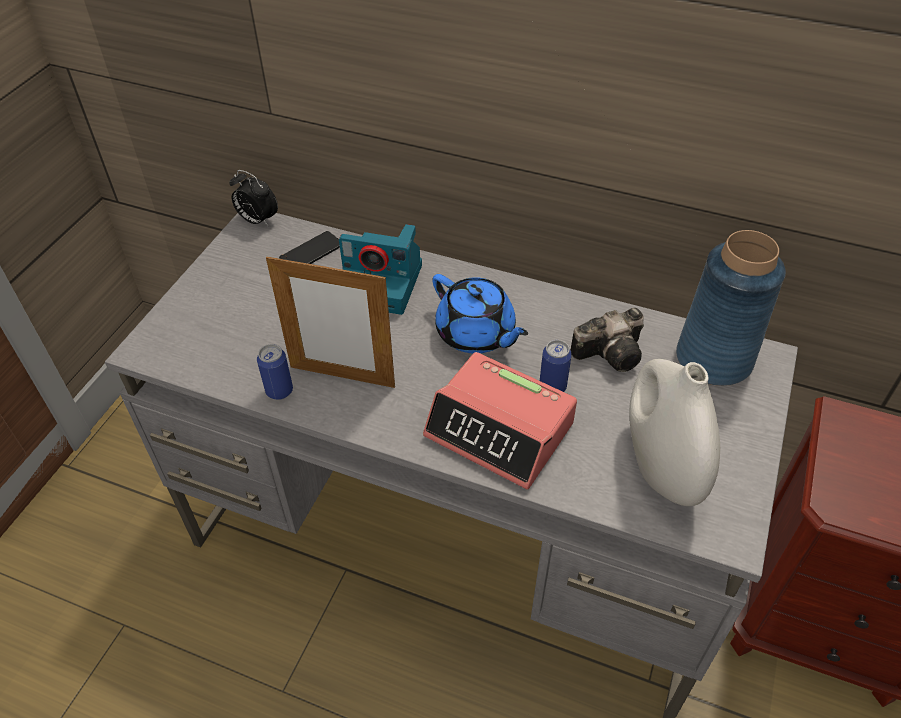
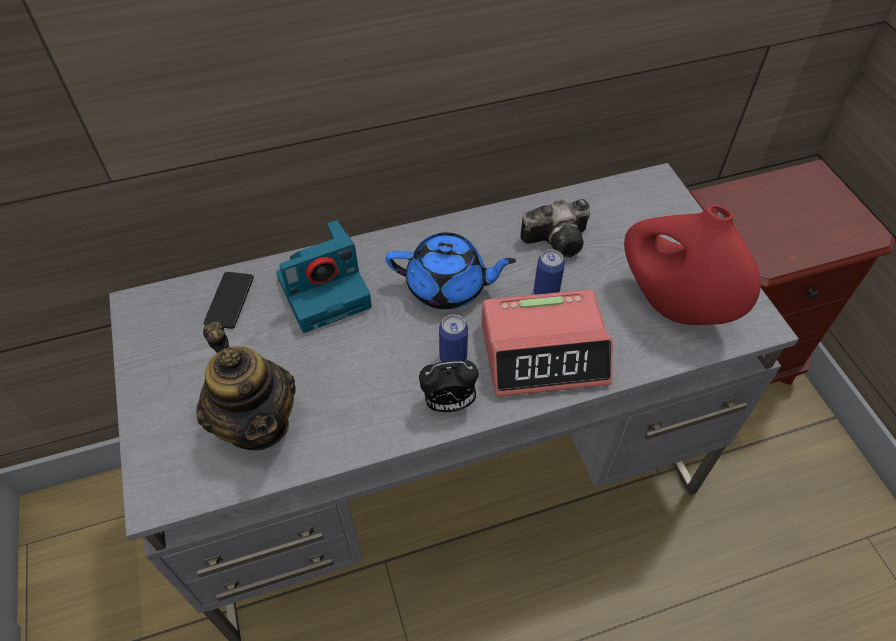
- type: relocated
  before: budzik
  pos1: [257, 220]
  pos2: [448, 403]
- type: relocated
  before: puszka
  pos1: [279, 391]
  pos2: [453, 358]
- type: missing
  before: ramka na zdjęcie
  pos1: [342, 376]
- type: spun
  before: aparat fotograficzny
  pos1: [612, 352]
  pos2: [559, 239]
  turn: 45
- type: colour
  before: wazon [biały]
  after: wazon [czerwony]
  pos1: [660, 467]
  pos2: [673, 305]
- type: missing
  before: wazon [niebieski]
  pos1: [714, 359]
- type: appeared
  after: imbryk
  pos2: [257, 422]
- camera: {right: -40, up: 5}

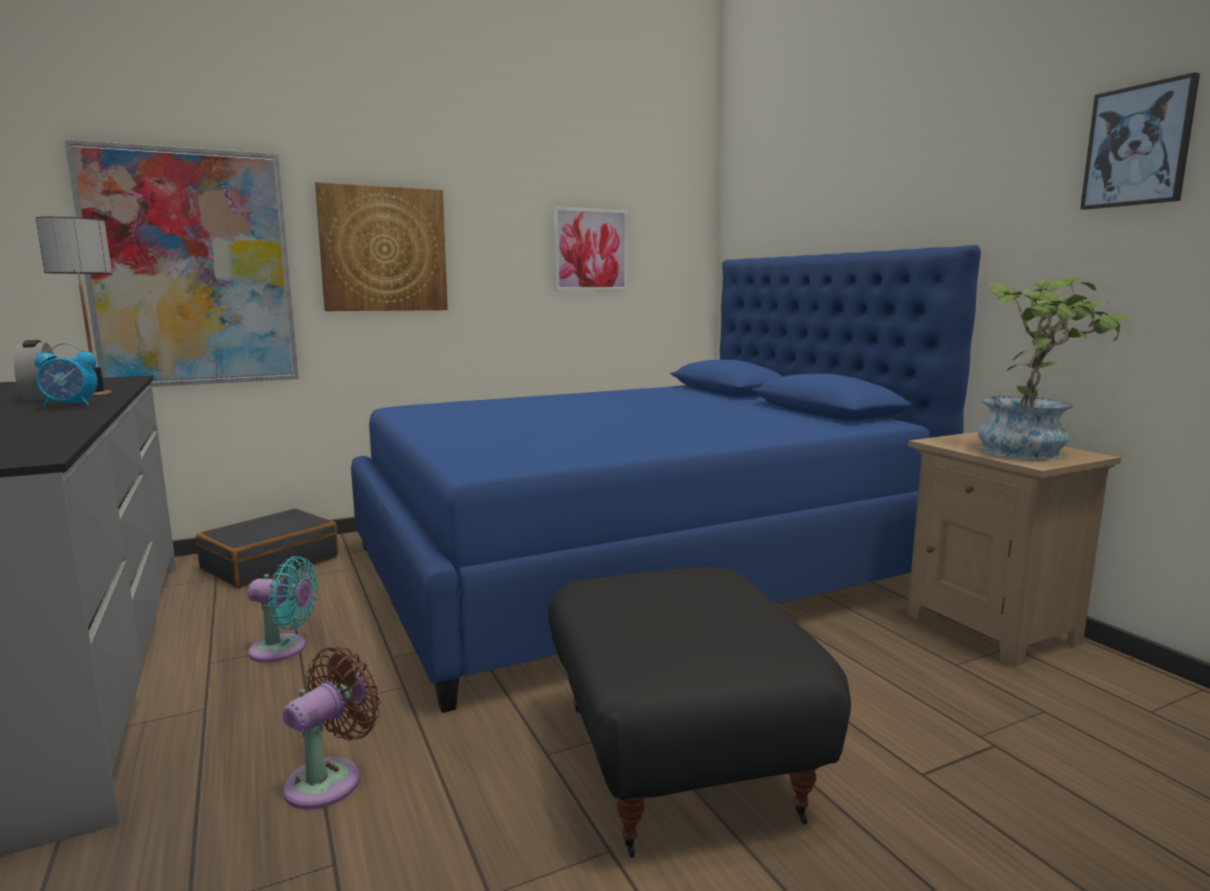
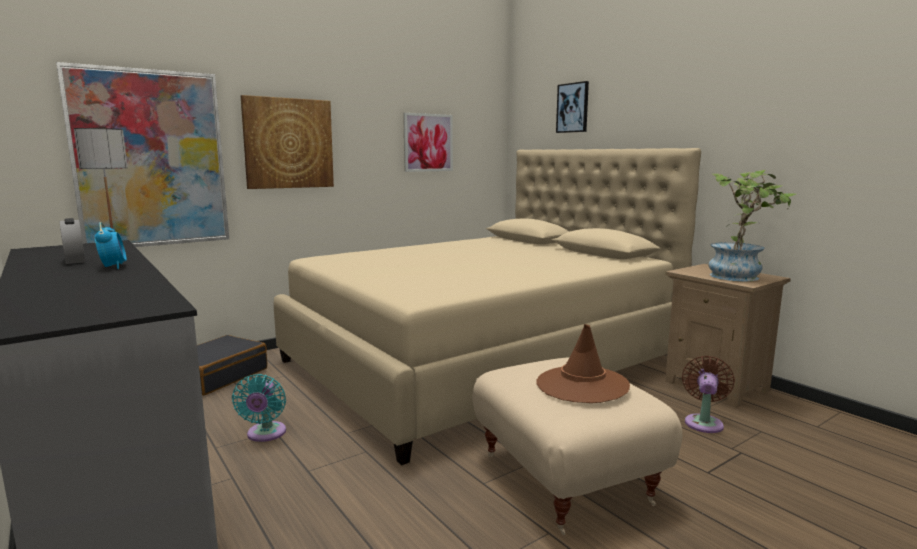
- type: spun
  before: budzik
  pos1: [70, 405]
  pos2: [113, 267]
  turn: -90
- type: spun
  before: wentylator [turkusowy]
  pos1: [283, 649]
  pos2: [265, 434]
  turn: 90
- type: relocated
  before: wentylator [brązowy]
  pos1: [330, 779]
  pos2: [704, 422]
- type: colour
  before: łóżko [niebieski]
  after: łóżko [beżowy]
  pos1: [632, 566]
  pos2: [480, 362]
- type: colour
  before: pufa [czarny]
  after: pufa [beżowy]
  pos1: [682, 759]
  pos2: [568, 478]
- type: relocated
  before: obraz
  pos1: [1138, 146]
  pos2: [573, 108]
- type: appeared
  after: kapelusz [brązowy]
  pos2: [582, 385]
- camera: {right: -10, up: 0}

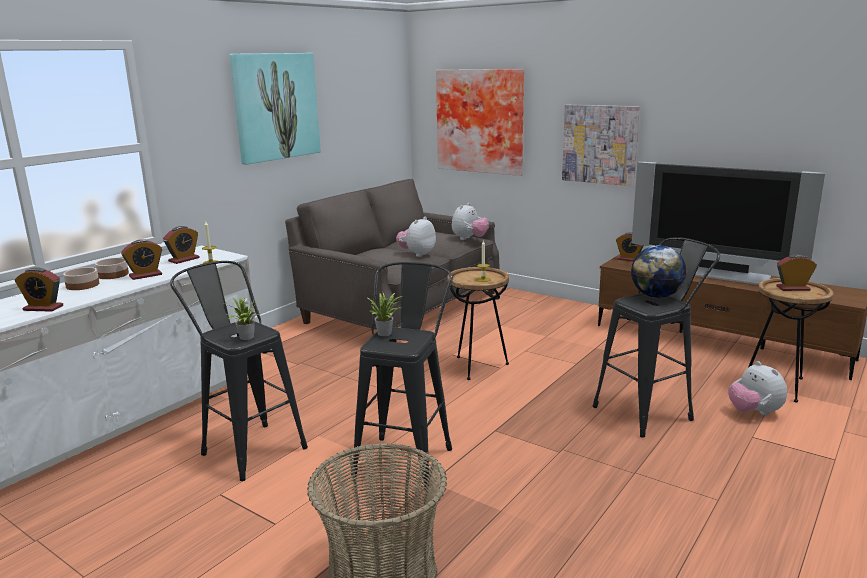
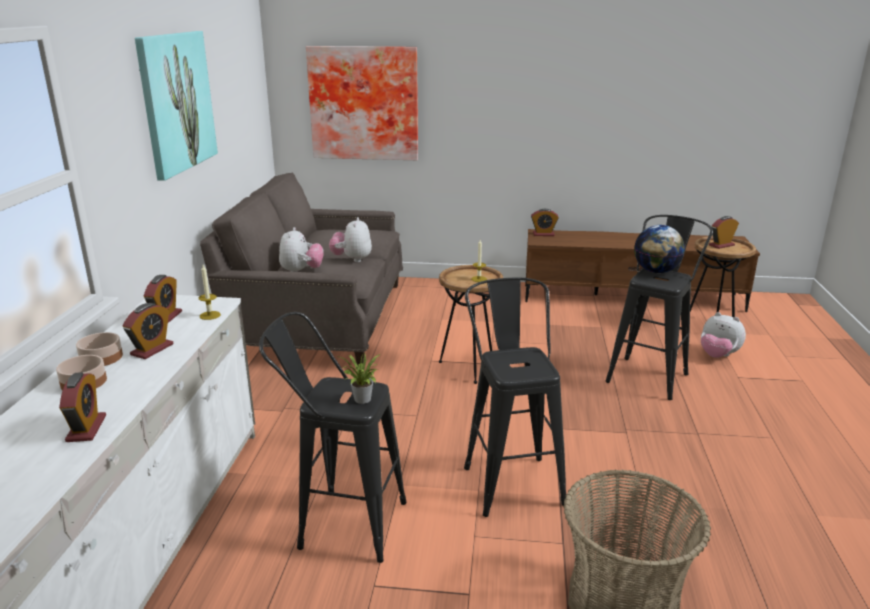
- type: spun
  before: budzik
  pos1: [43, 308]
  pos2: [86, 428]
  turn: -75
- type: missing
  before: roślina doniczkowa
  pos1: [386, 333]
- type: relocated
  before: pluszak
  pos1: [469, 239]
  pos2: [301, 271]
- type: missing
  before: obraz
  pos1: [600, 144]
- type: missing
  before: telewizor
  pos1: [715, 274]
- camera: {right: -30, up: 5}

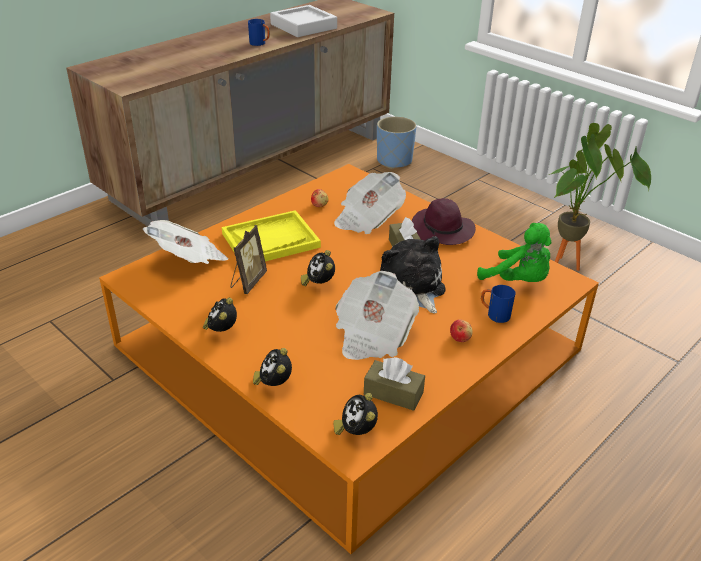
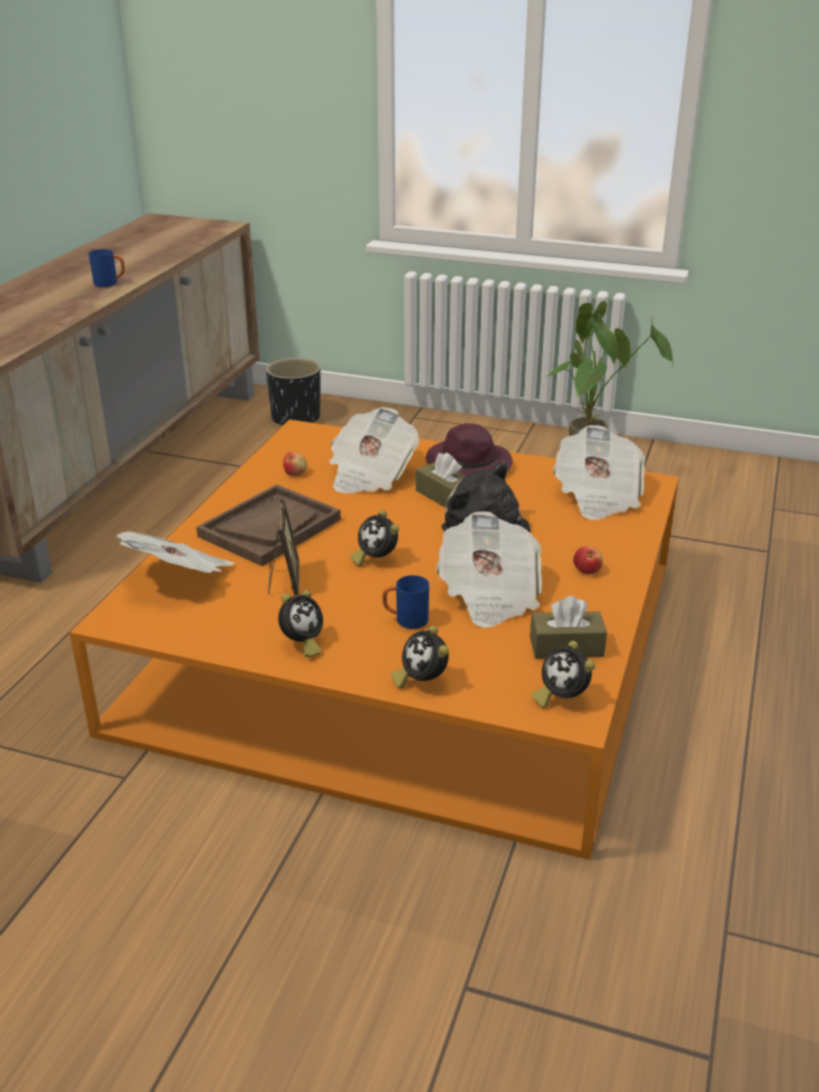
- type: spun
  before: budzik
  pos1: [221, 331]
  pos2: [302, 644]
  turn: -120
- type: colour
  before: taca [żółty]
  after: taca [brązowy]
  pos1: [271, 240]
  pos2: [270, 527]
- type: missing
  before: taca [szary]
  pos1: [303, 26]
- type: colour
  before: donica [niebieski]
  after: donica [czarny]
  pos1: [394, 161]
  pos2: [296, 418]
- type: exchanged
  before: pluszak [zielony]
  after: gazeta
  pos1: [518, 281]
  pos2: [597, 496]
- type: relocated
  before: kubek [niebieski]
  pos1: [494, 315]
  pos2: [405, 620]
- camera: {right: -25, up: -5}

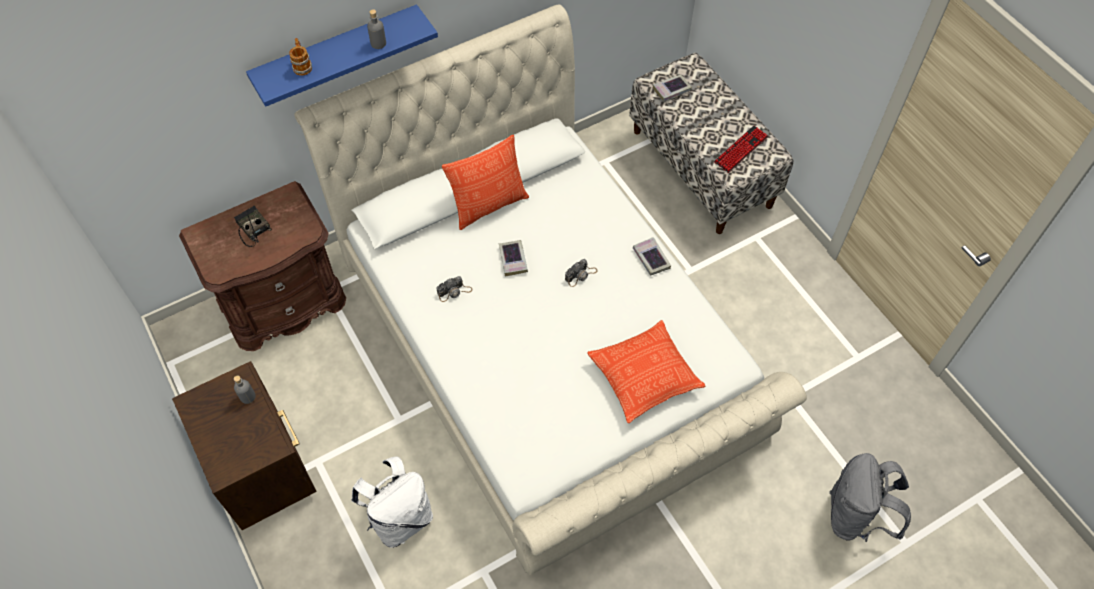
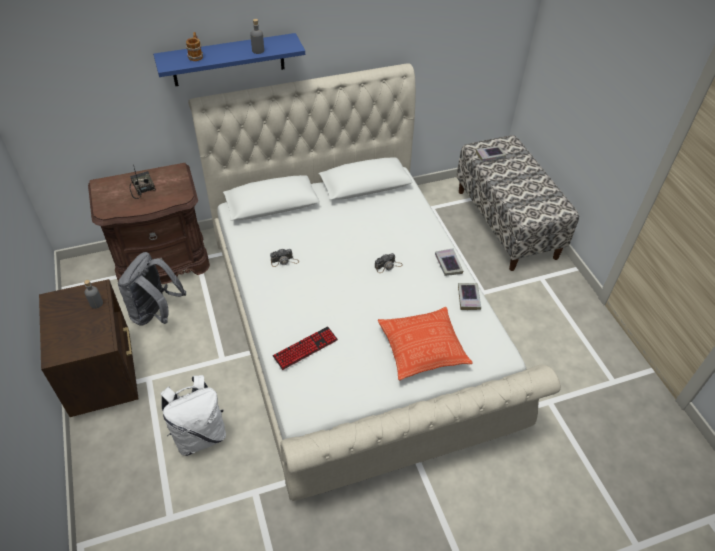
- type: missing
  before: poduszka [pomarańczowy]
  pos1: [489, 206]
- type: relocated
  before: książka
  pos1: [513, 260]
  pos2: [468, 298]
- type: relocated
  before: klawiatura
  pos1: [741, 150]
  pos2: [305, 348]
- type: relocated
  before: plecak [szary]
  pos1: [855, 516]
  pos2: [156, 313]
- camera: {right: 10, up: -10}

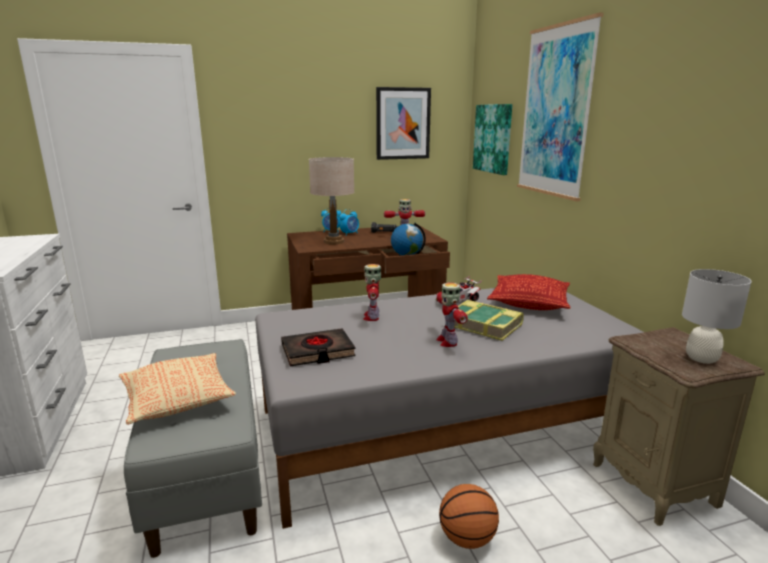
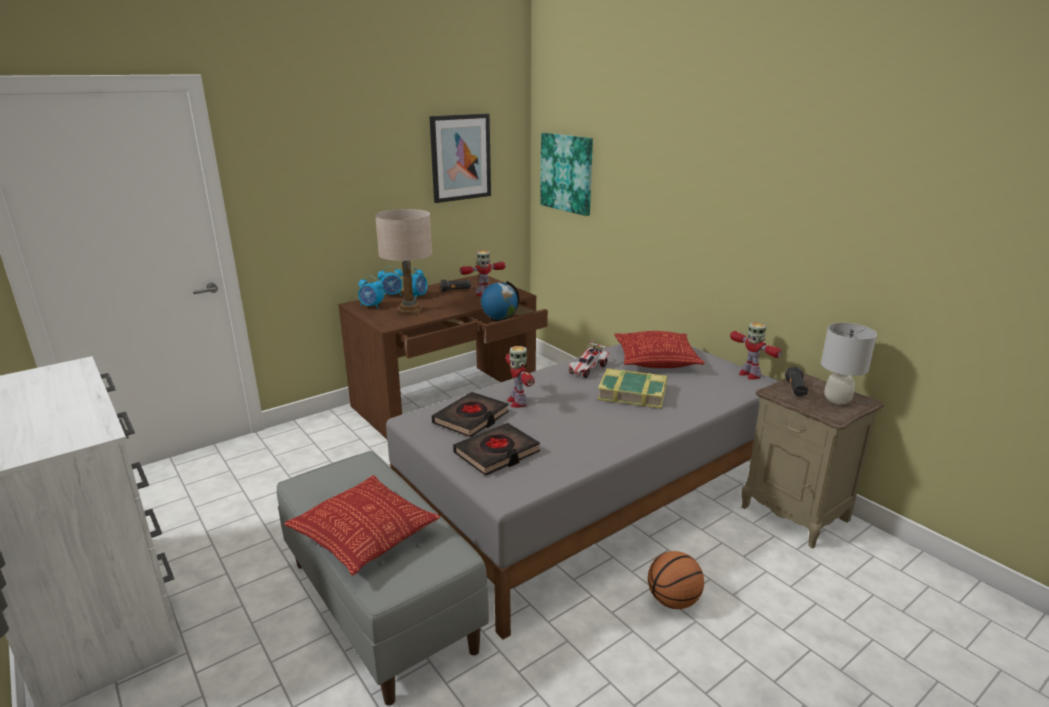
- type: colour
  before: poduszka [beżowy]
  after: poduszka [czerwony]
  pos1: [178, 400]
  pos2: [365, 537]
- type: relocated
  before: robot zabawkowy
  pos1: [447, 341]
  pos2: [749, 374]
- type: missing
  before: obraz
  pos1: [555, 112]
- type: appeared
  after: budzik
  pos2: [371, 306]
- type: appeared
  after: książka [czarny]
  pos2: [471, 419]
- type: appeared
  after: latarka [czarny]
  pos2: [795, 390]
- camera: {right: -20, up: 5}

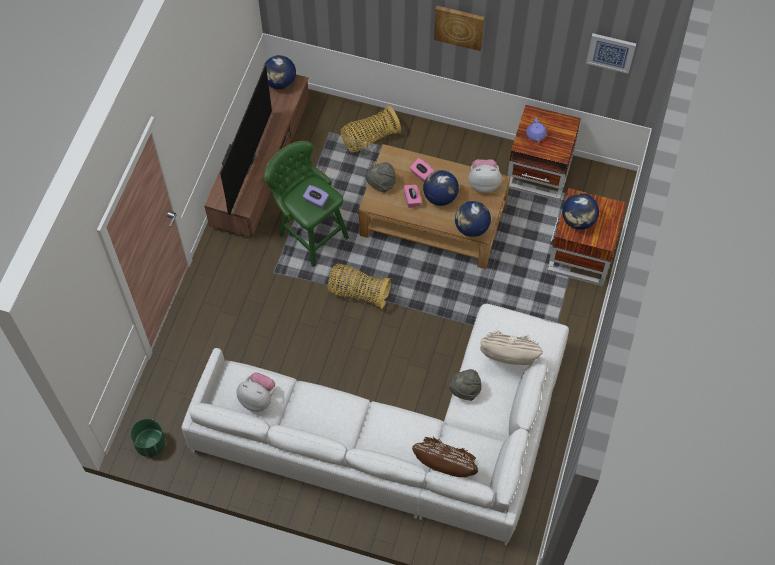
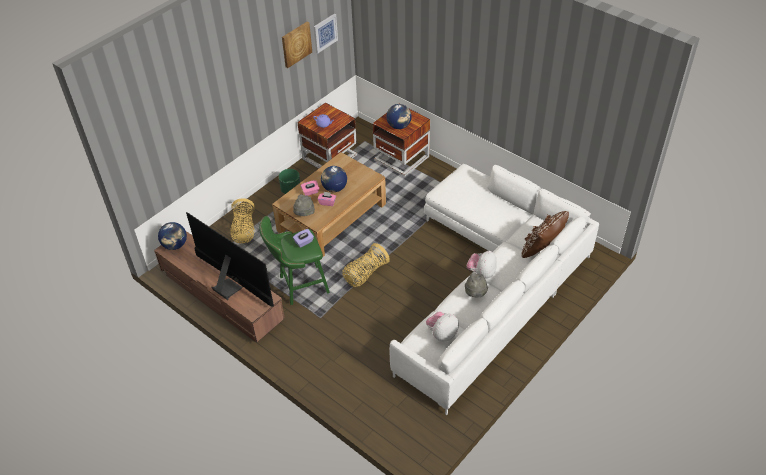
- type: relocated
  before: donica [zielony]
  pos1: [151, 444]
  pos2: [291, 189]
- type: relocated
  before: obraz
  pos1: [459, 26]
  pos2: [296, 44]
- type: relocated
  before: kapelusz [szary]
  pos1: [465, 390]
  pos2: [475, 294]
- type: missing
  before: globus
  pos1: [471, 228]
- type: relocated
  before: pluszak
  pos1: [483, 183]
  pos2: [481, 273]
- type: missing
  before: poduszka [beżowy]
  pos1: [508, 360]
- camera: {right: -65, up: -15}

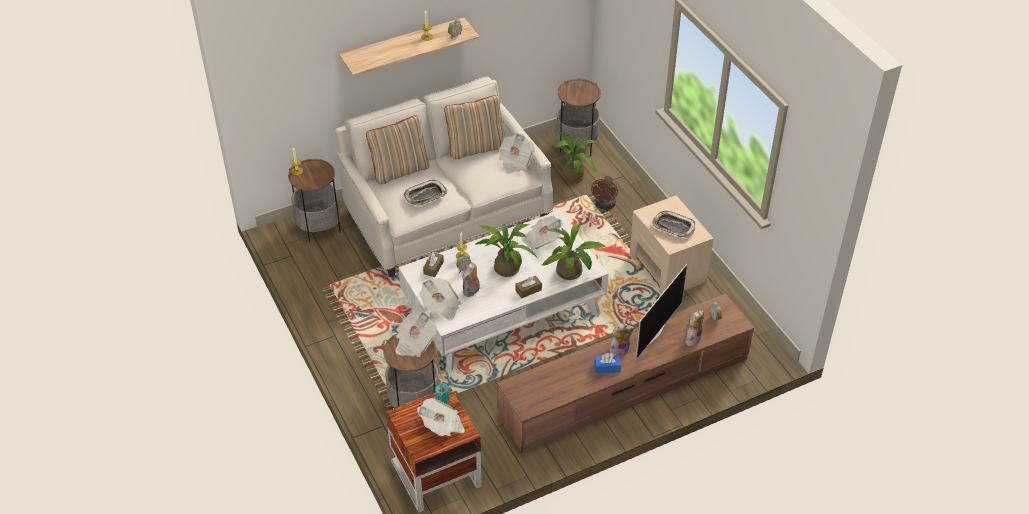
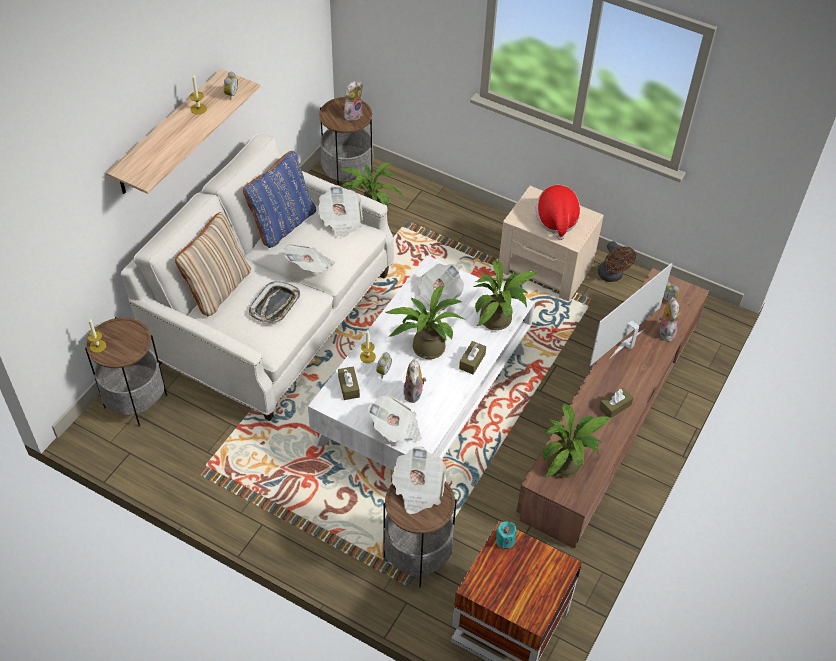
- type: relocated
  before: gazeta
  pos1: [442, 426]
  pos2: [310, 267]
- type: colour
  before: poduszka [beżowy]
  after: poduszka [niebieski]
  pos1: [475, 148]
  pos2: [282, 224]
- type: relocated
  before: wentylator [brązowy]
  pos1: [604, 205]
  pos2: [612, 276]
- type: colour
  before: pudełko chusteczek [niebieski]
  after: pudełko chusteczek [brązowy]
  pos1: [607, 367]
  pos2: [615, 406]
- type: relocated
  before: pluszak
  pos1: [619, 349]
  pos2: [352, 114]
- type: spun
  before: telewizor
  pos1: [655, 333]
  pos2: [627, 345]
  turn: -135
- type: exchanged
  before: taca
  after: kapelusz
  pos1: [673, 227]
  pos2: [556, 220]
- type: appeared
  after: roślina doniczkowa
  pos2: [568, 464]
- camera: {right: -35, up: 5}

